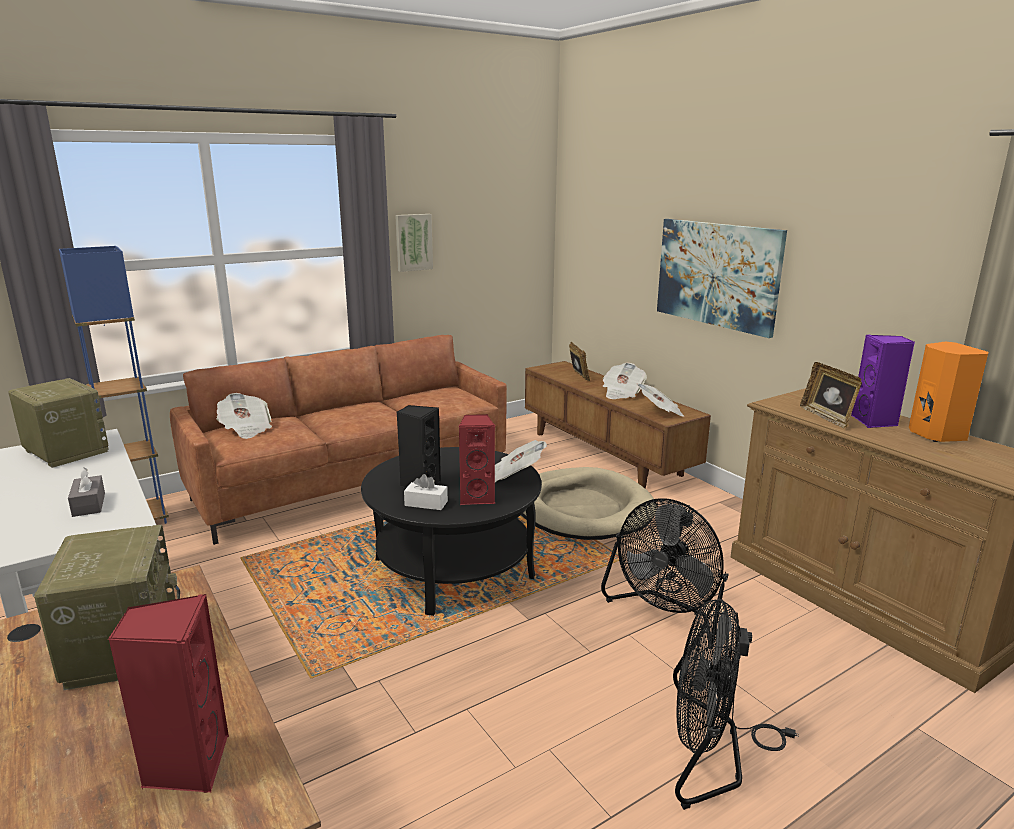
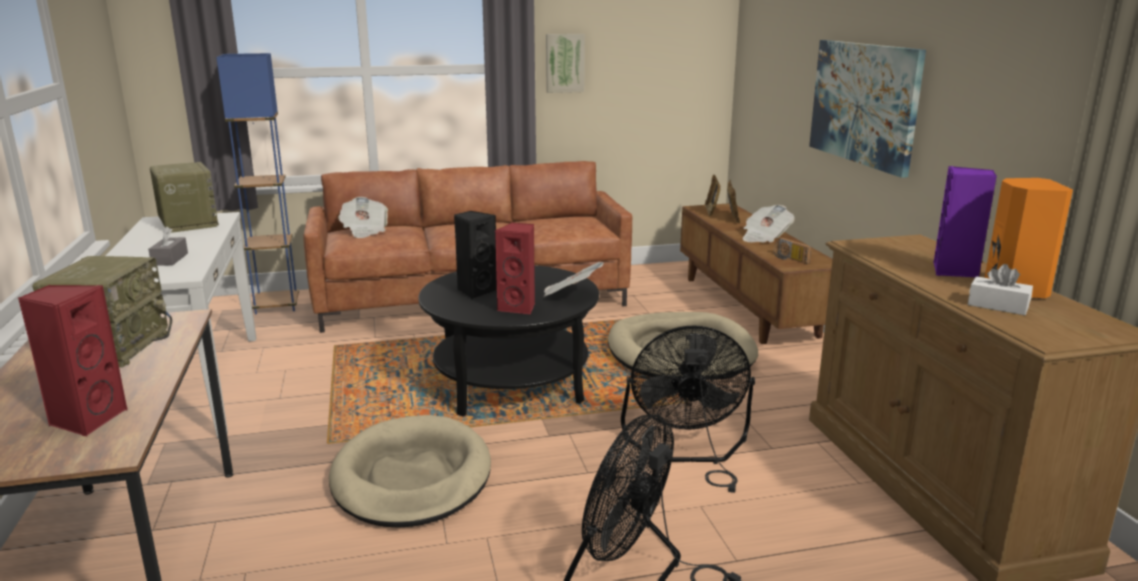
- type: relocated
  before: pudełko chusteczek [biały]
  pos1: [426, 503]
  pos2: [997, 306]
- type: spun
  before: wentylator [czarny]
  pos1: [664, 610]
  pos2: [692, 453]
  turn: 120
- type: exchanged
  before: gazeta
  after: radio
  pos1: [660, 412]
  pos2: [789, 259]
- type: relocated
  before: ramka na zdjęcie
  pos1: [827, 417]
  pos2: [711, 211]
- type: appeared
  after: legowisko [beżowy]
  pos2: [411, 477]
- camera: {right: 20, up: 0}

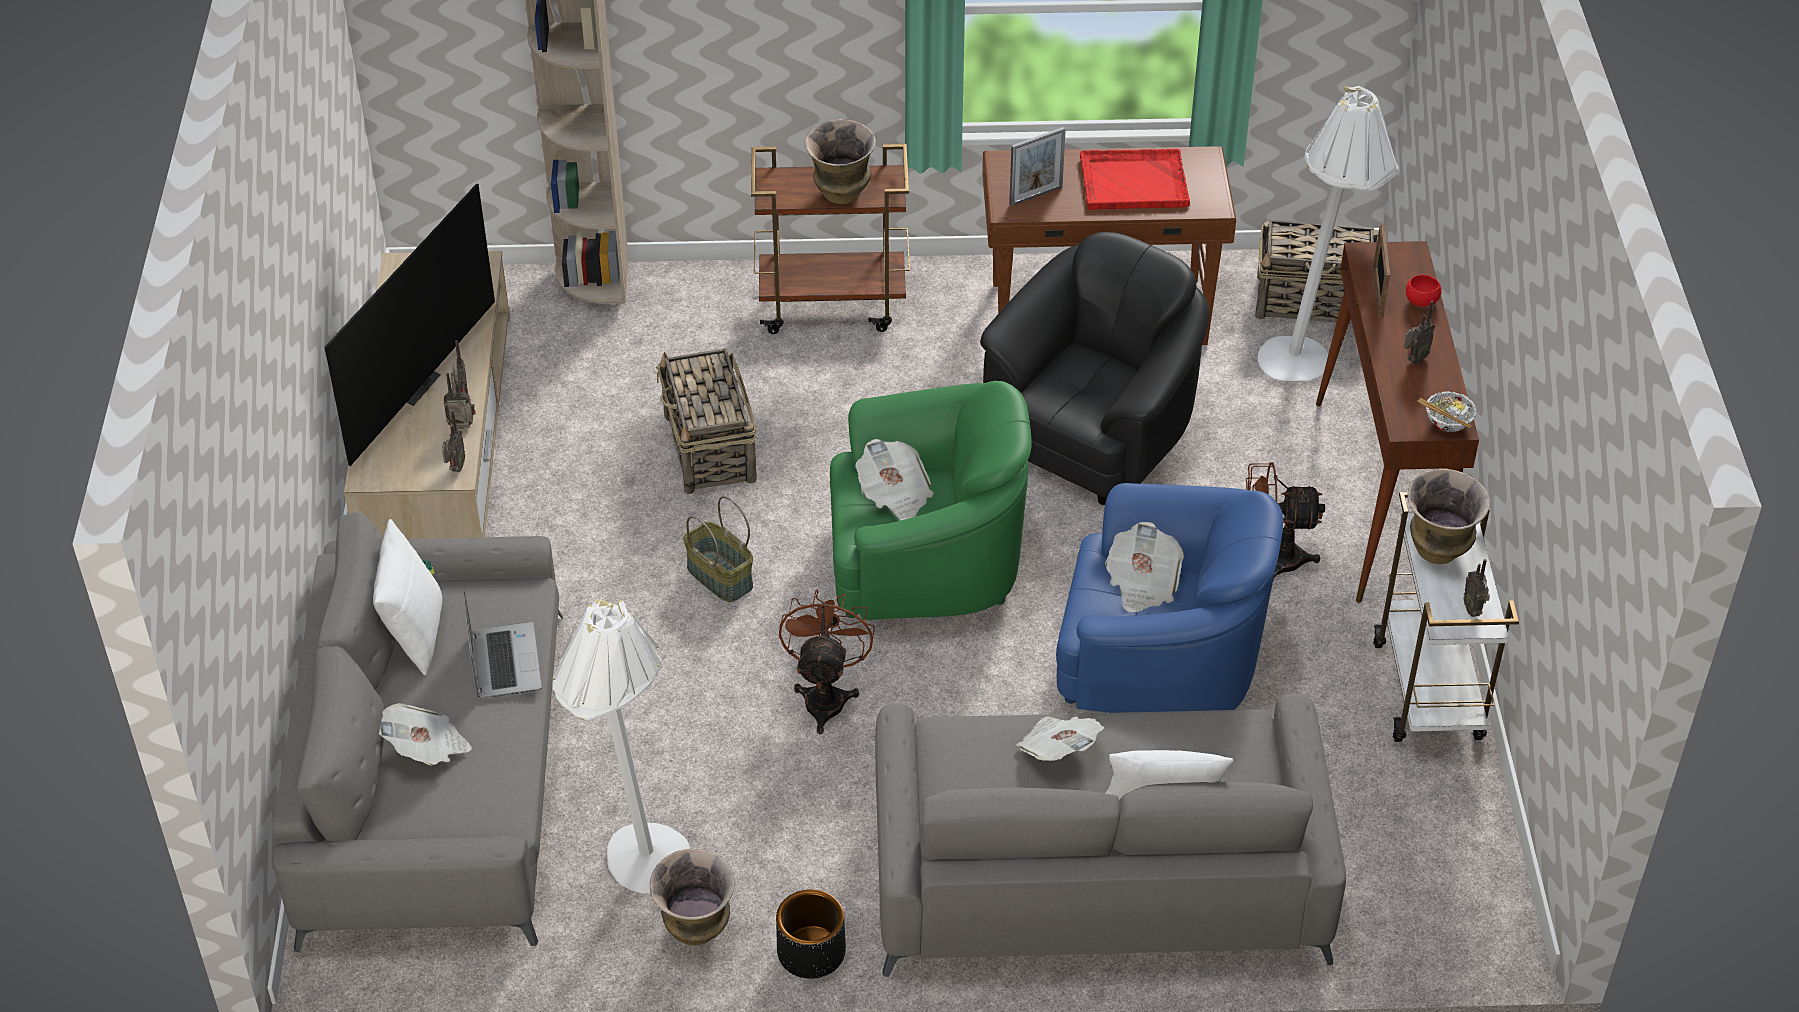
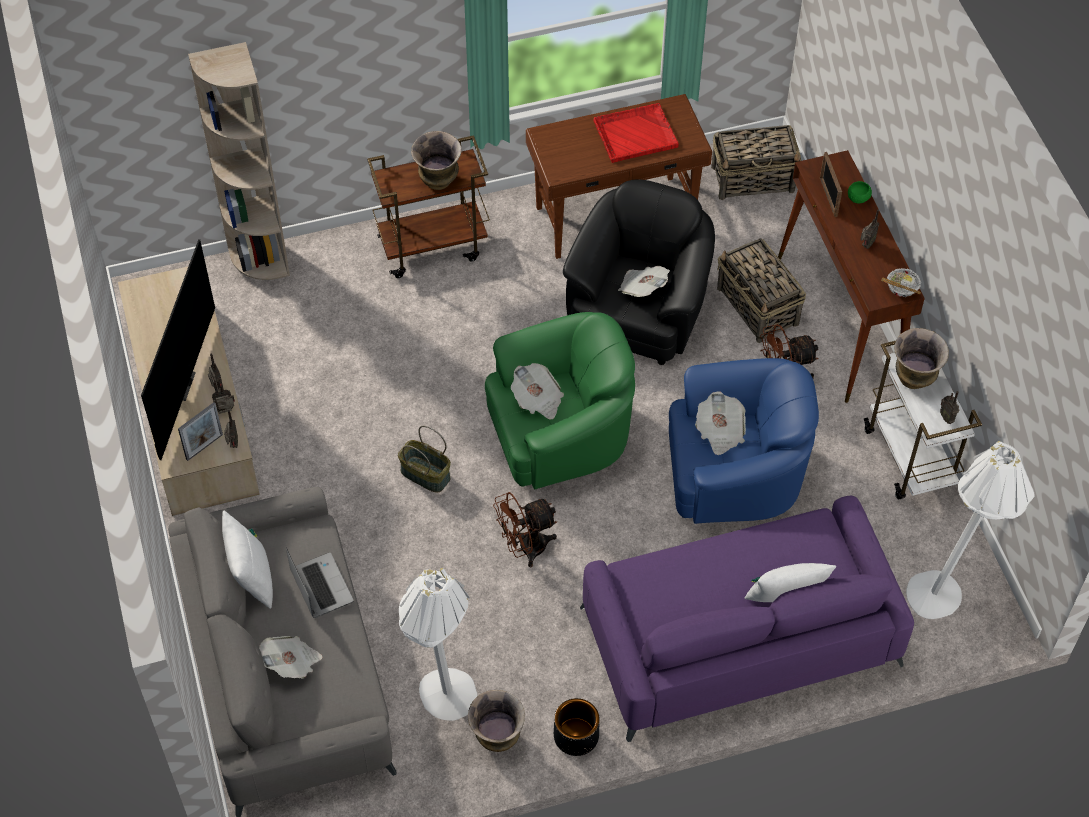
- type: relocated
  before: koszyk
  pos1: [710, 449]
  pos2: [758, 307]
- type: spun
  before: wentylator [brązowy]
  pos1: [826, 696]
  pos2: [525, 548]
  turn: -105
- type: colour
  before: kanapa [szary]
  after: kanapa [fioletowy]
  pos1: [1096, 871]
  pos2: [739, 635]
- type: relocated
  before: ramka na zdjęcie
  pos1: [1036, 196]
  pos2: [204, 447]
- type: relocated
  before: gazeta
  pos1: [1058, 750]
  pos2: [642, 288]
- type: relocated
  before: lampa stojąca [biały]
  pos1: [1308, 367]
  pos2: [947, 599]
- type: colour
  before: miska [czerwony]
  after: miska [zielony]
  pos1: [1421, 301]
  pos2: [858, 198]
- camera: {right: -15, up: 10}

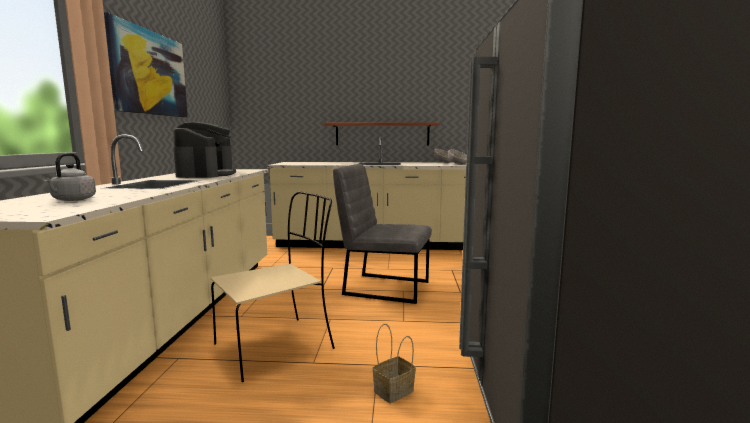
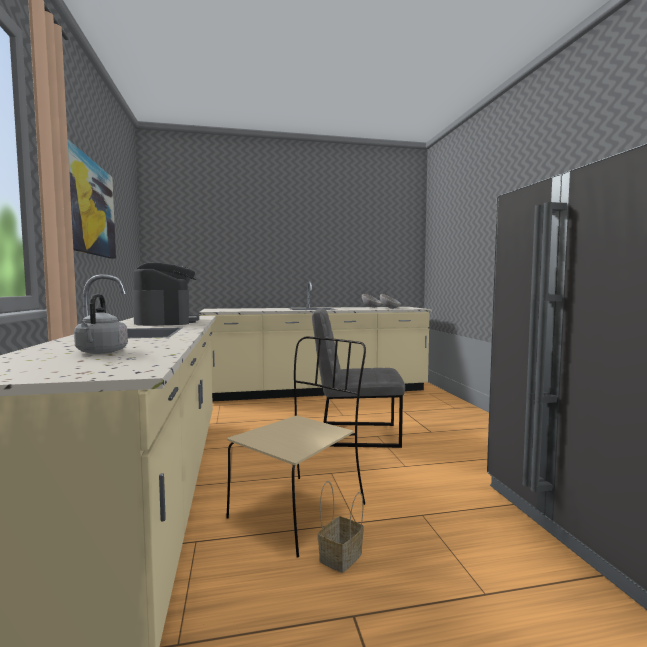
- type: missing
  before: półka
  pos1: [382, 134]
- type: relocated
  before: koszyk
  pos1: [393, 392]
  pos2: [340, 558]
- camera: {right: -15, up: -5}

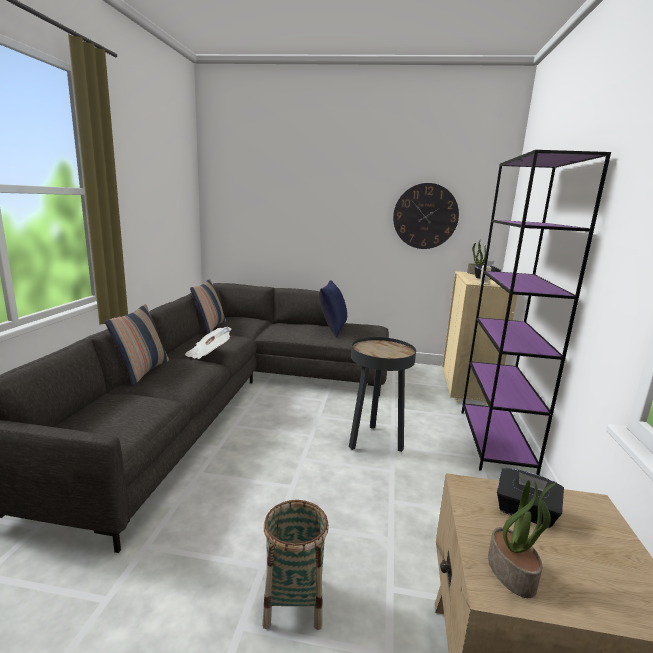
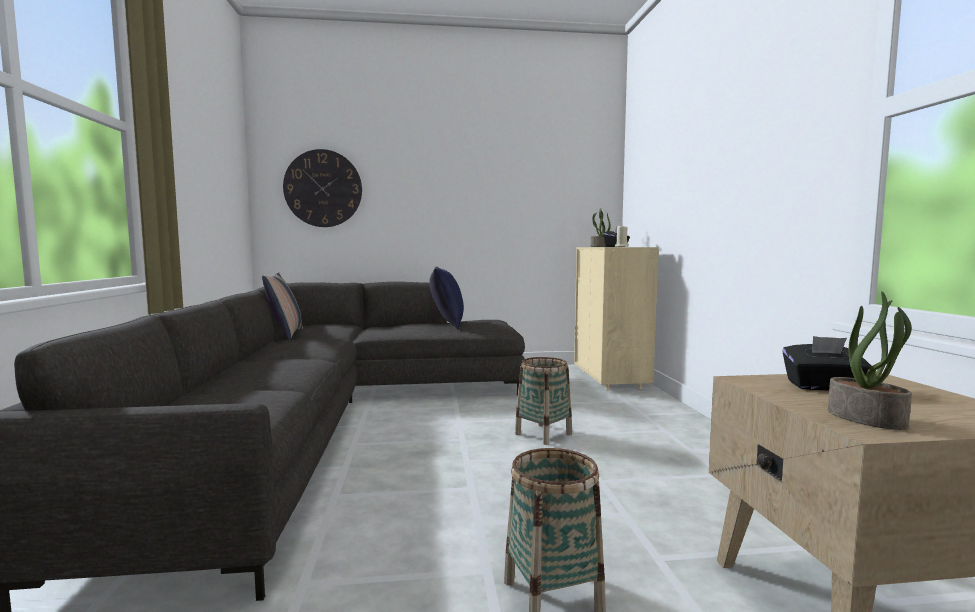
- type: missing
  before: poduszka
  pos1: [142, 371]
- type: missing
  before: gazeta
  pos1: [208, 354]
- type: exchanged
  before: stolik [czarny]
  after: koszyk
  pos1: [375, 442]
  pos2: [543, 434]
- type: relocated
  before: zegar ścienny
  pos1: [425, 216]
  pos2: [323, 188]
- type: missing
  before: regał [fioletowy]
  pos1: [495, 441]
- camera: {right: -15, up: -10}

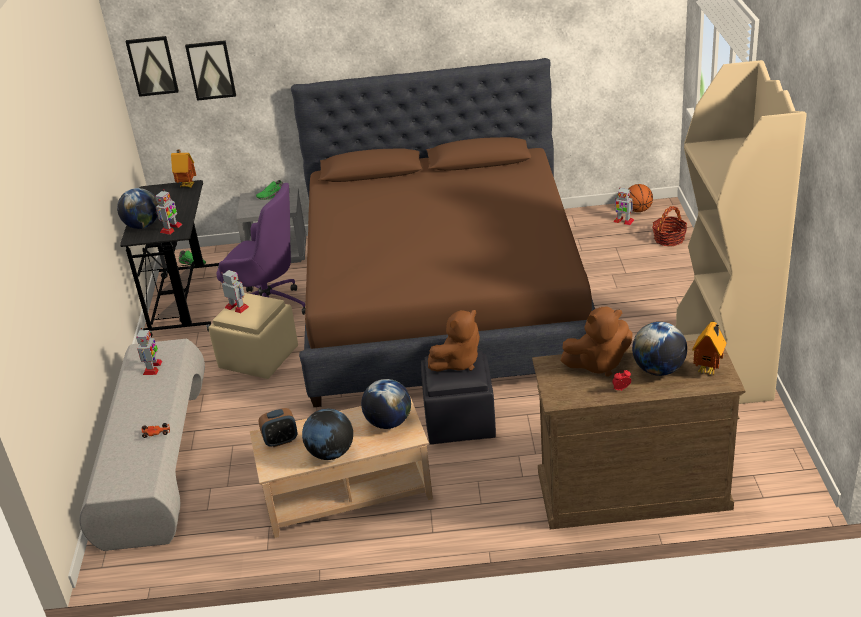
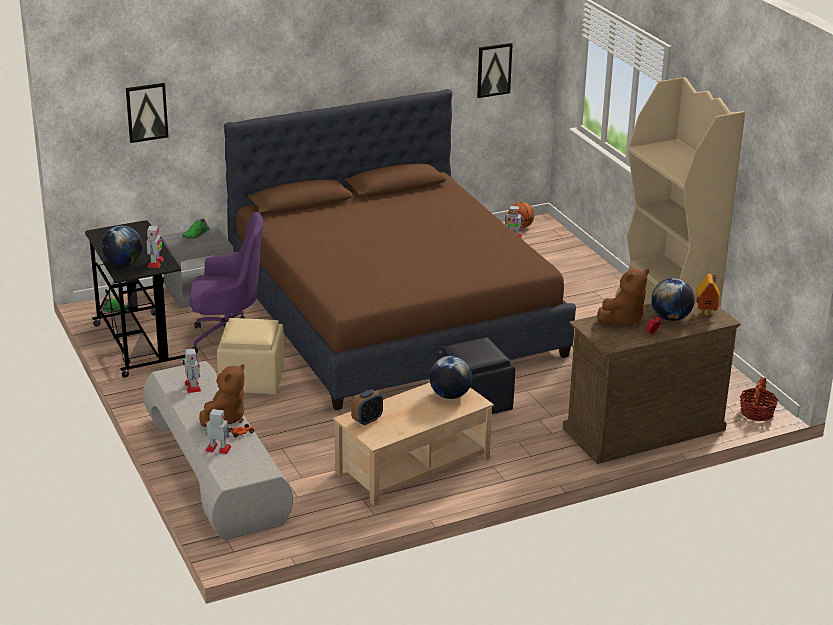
- type: relocated
  before: obraz
  pos1: [152, 66]
  pos2: [494, 70]
- type: missing
  before: domek
  pos1: [187, 185]
- type: relocated
  before: robot zabawkowy
  pos1: [237, 307]
  pos2: [218, 448]
- type: missing
  before: globus
  pos1: [331, 453]
- type: relocated
  before: pluszak [brązowy]
  pos1: [458, 362]
  pos2: [225, 418]
- type: relocated
  before: koszyk
  pos1: [669, 239]
  pos2: [756, 413]
- camera: {right: -25, up: -5}

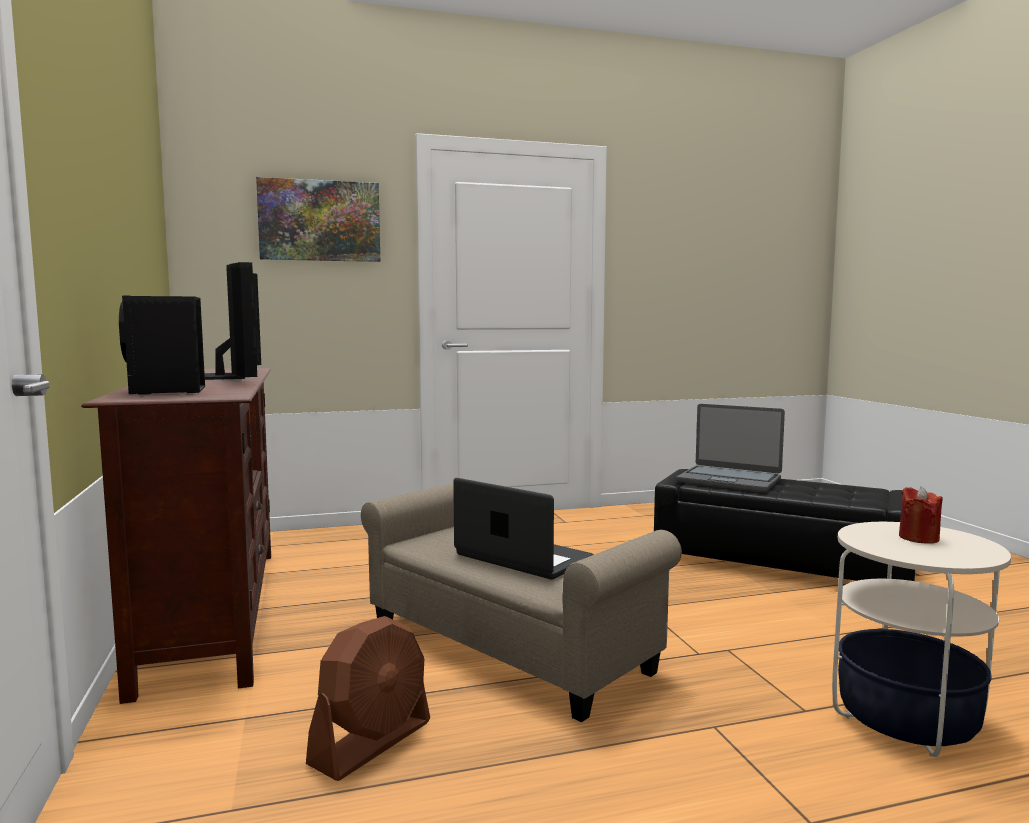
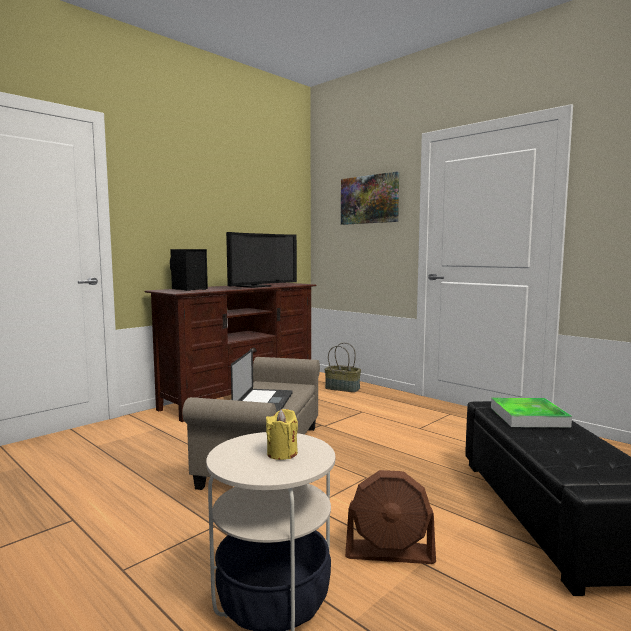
- type: relocated
  before: wentylator [brązowy]
  pos1: [372, 742]
  pos2: [389, 552]
- type: exchanged
  before: laptop
  after: taca
  pos1: [729, 480]
  pos2: [528, 417]
- type: colour
  before: świeca [czerwony]
  after: świeca [żółty]
  pos1: [918, 538]
  pos2: [282, 453]
- type: appeared
  after: koszyk
  pos2: [343, 388]
- camera: {right: 60, up: 0}

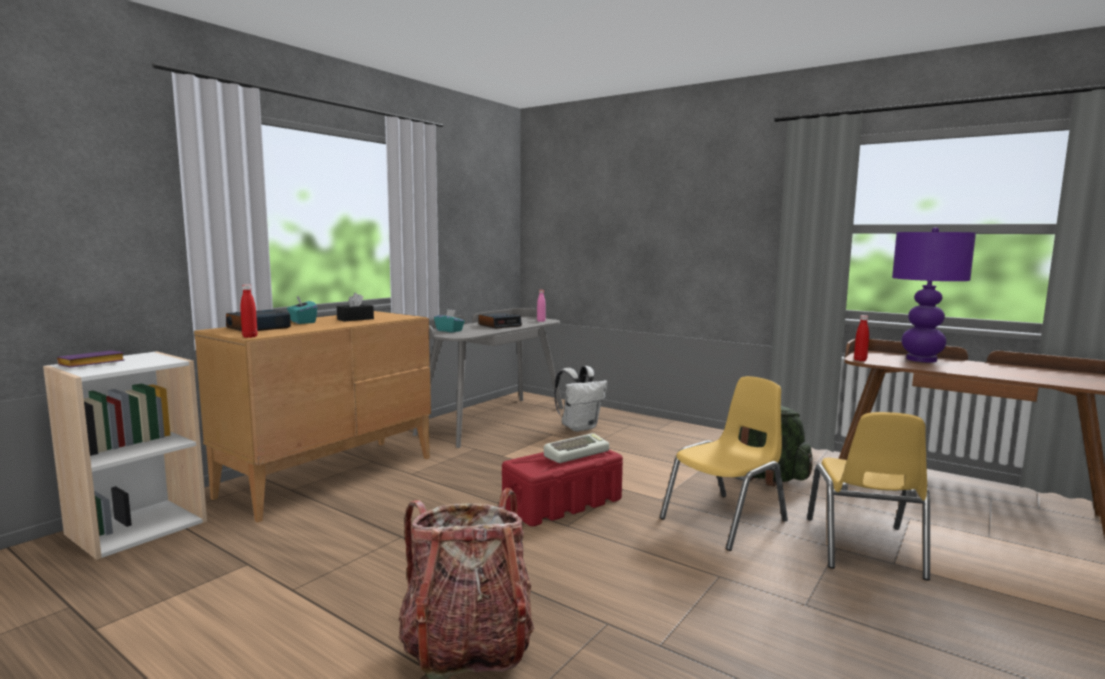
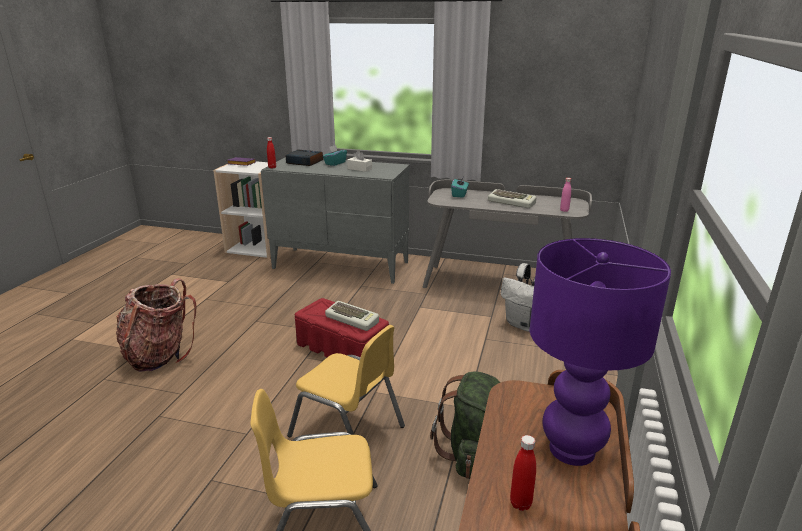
- type: colour
  before: szafka [brązowy]
  after: szafka [szary]
  pos1: [330, 476]
  pos2: [341, 265]
- type: colour
  before: pudełko chusteczek [czarny]
  after: pudełko chusteczek [biały]
  pos1: [355, 319]
  pos2: [359, 169]
- type: exchanged
  before: budzik
  after: klawiatura
  pos1: [500, 325]
  pos2: [512, 202]
- type: relocated
  before: butelka [czerwony]
  pos1: [860, 360]
  pos2: [520, 503]
- camera: {right: 70, up: 15}

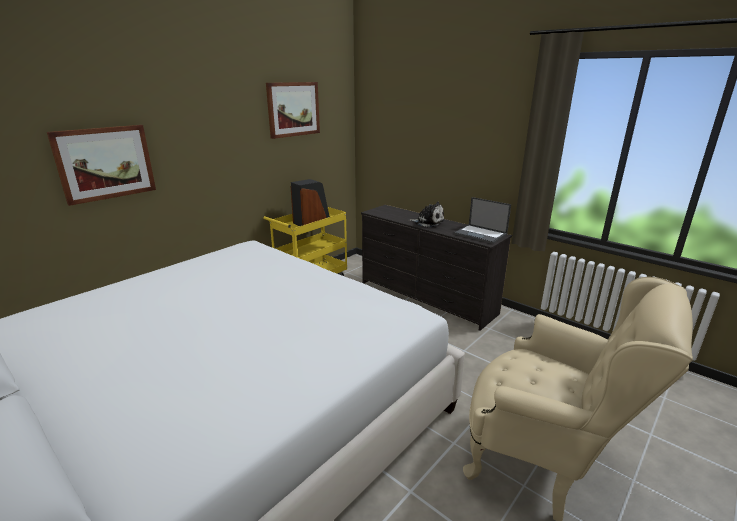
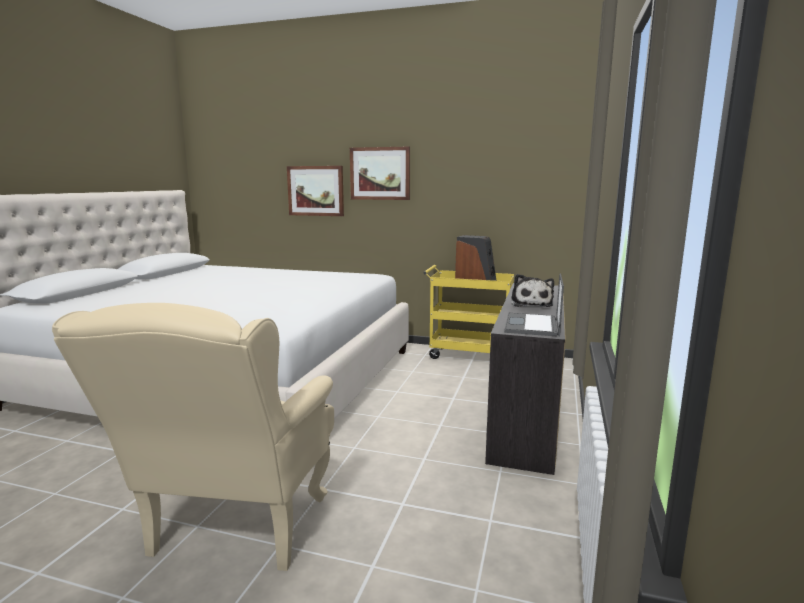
- type: relocated
  before: obraz
  pos1: [293, 109]
  pos2: [380, 173]
- camera: {right: 65, up: -10}

